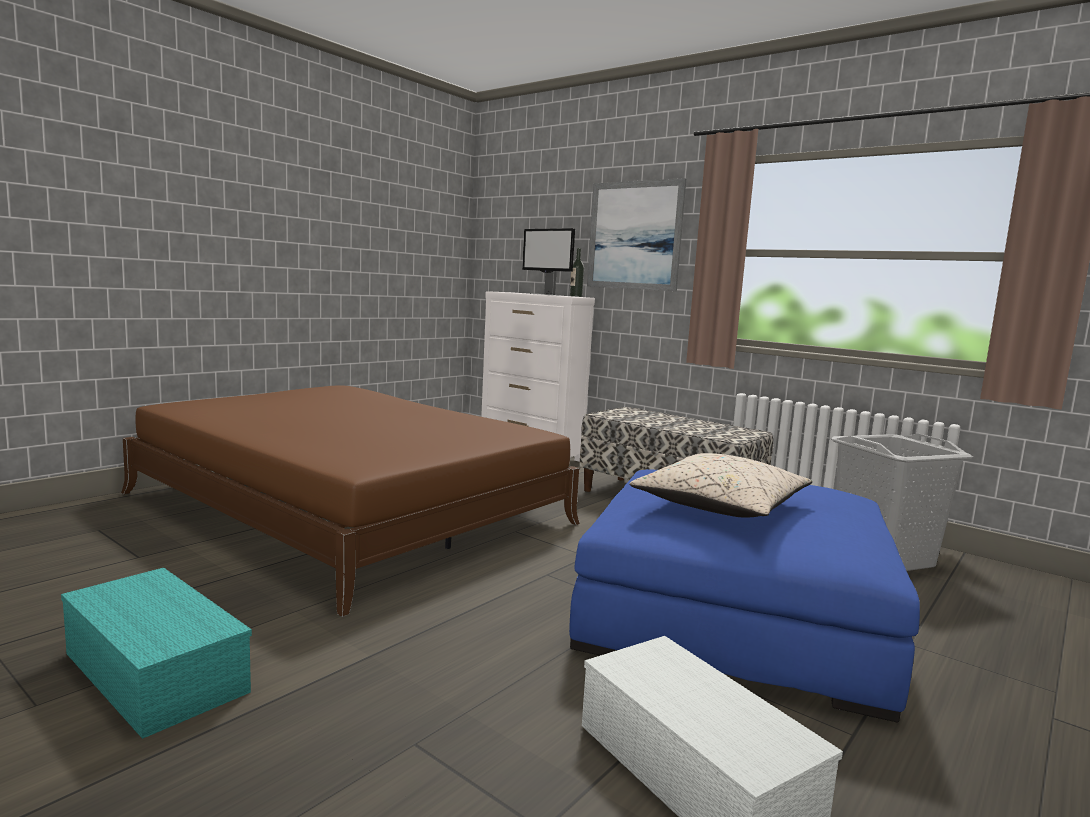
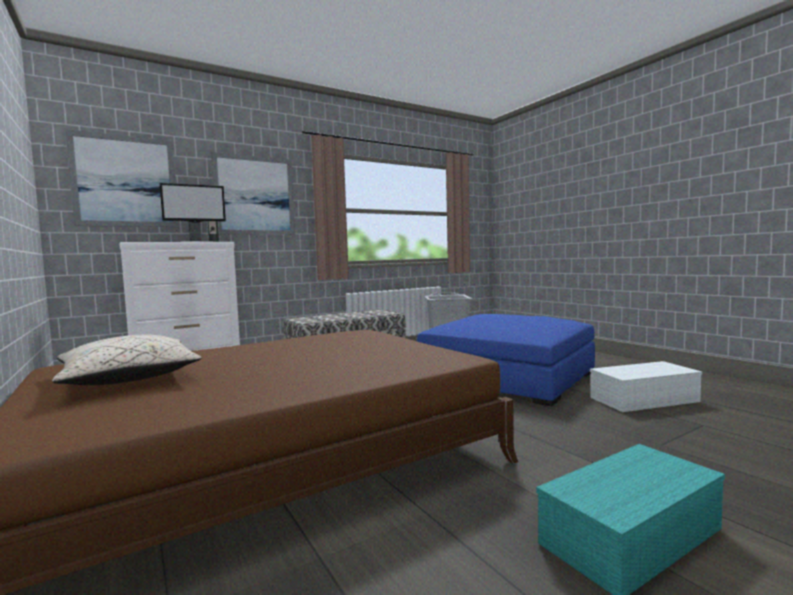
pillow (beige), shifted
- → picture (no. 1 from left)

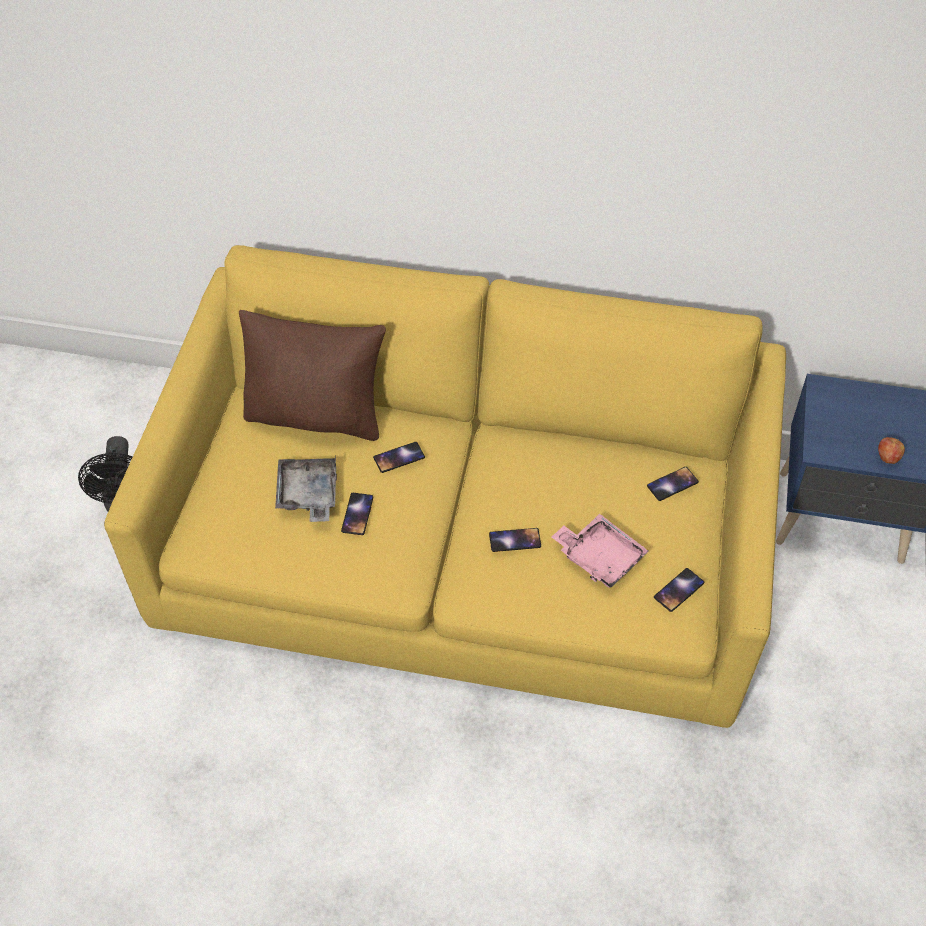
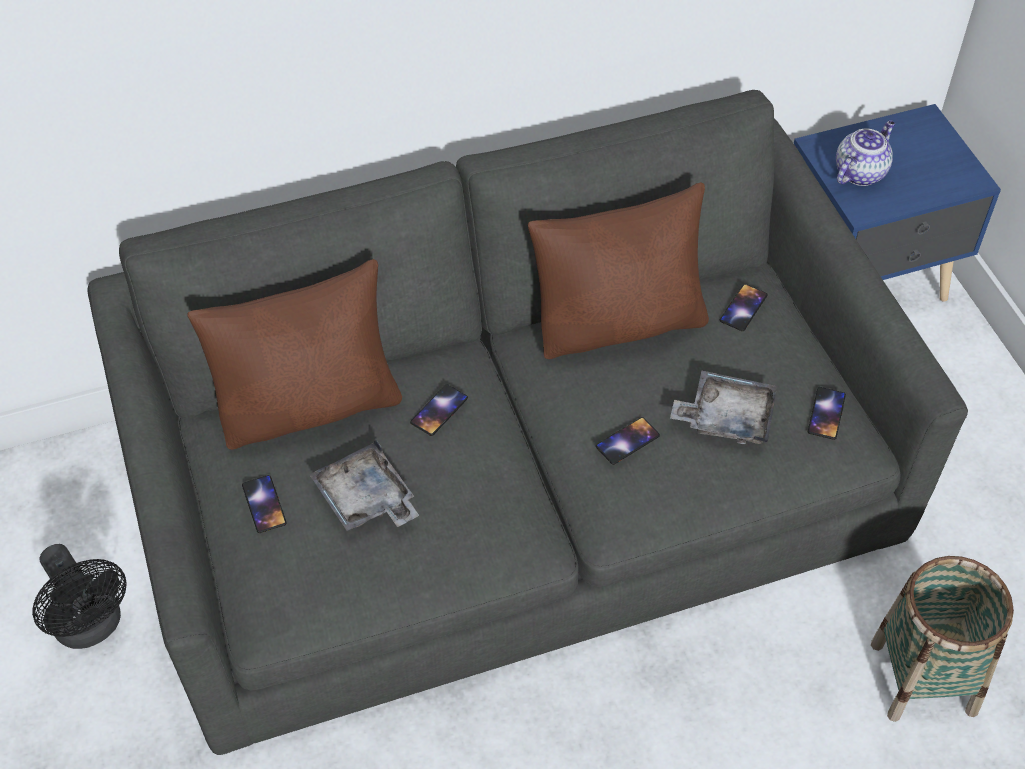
sofa (yellow) → sofa (grey)
phone (no. 1 from left), shifted
tray (pink) → tray (grey) (no. 2 from left)
apple → -
- → pillow (brown) (no. 2 from left)
- → teapot
- → basket

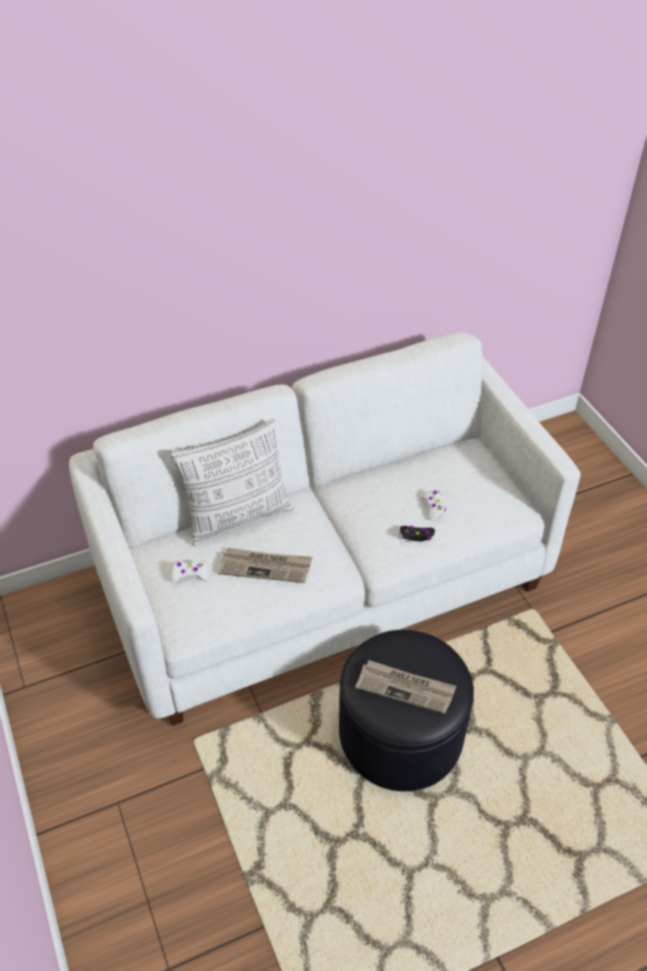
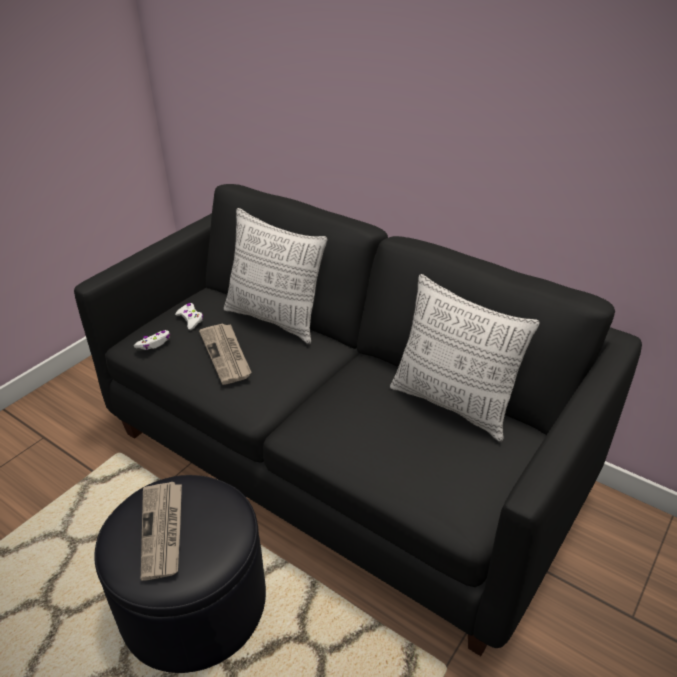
sofa (white) → sofa (black)
game controller (black) → -
game controller (white) (no. 2 from left in the first image) → game controller (white) (no. 1 from left), shifted
- → pillow (no. 2 from left)

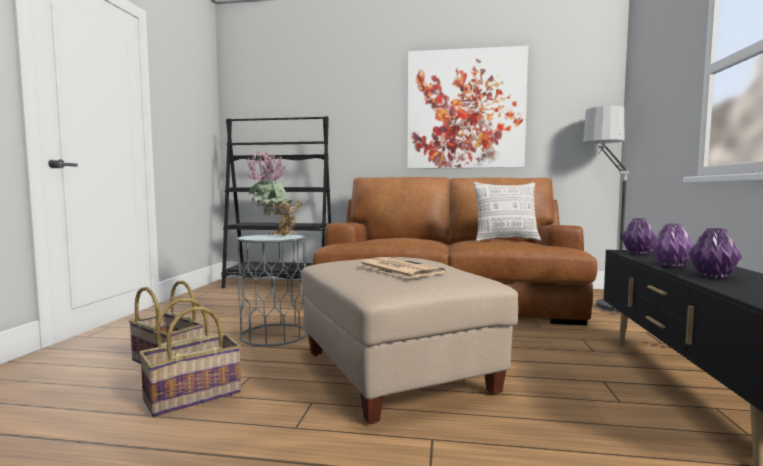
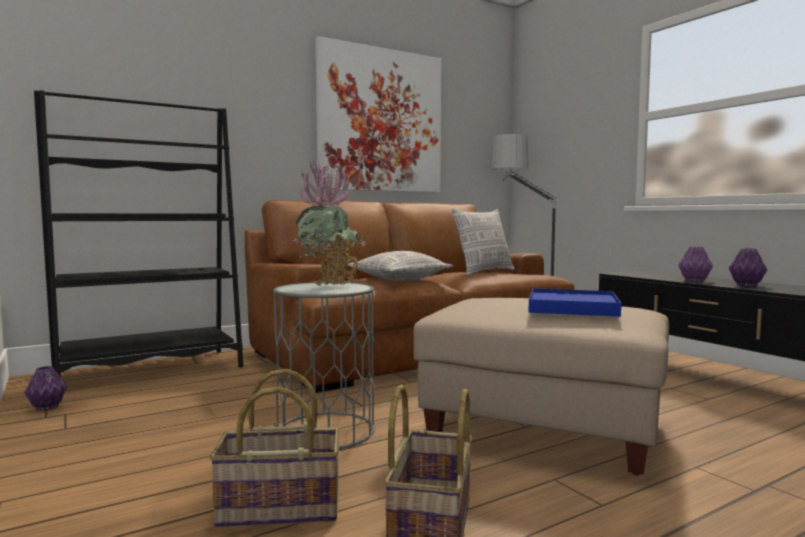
newspaper → tray (blue)
vase (purple) (no. 1 from left), shifted
- → pillow (no. 1 from left)

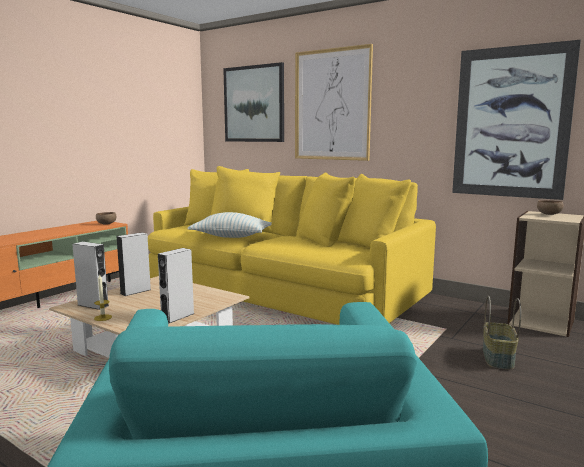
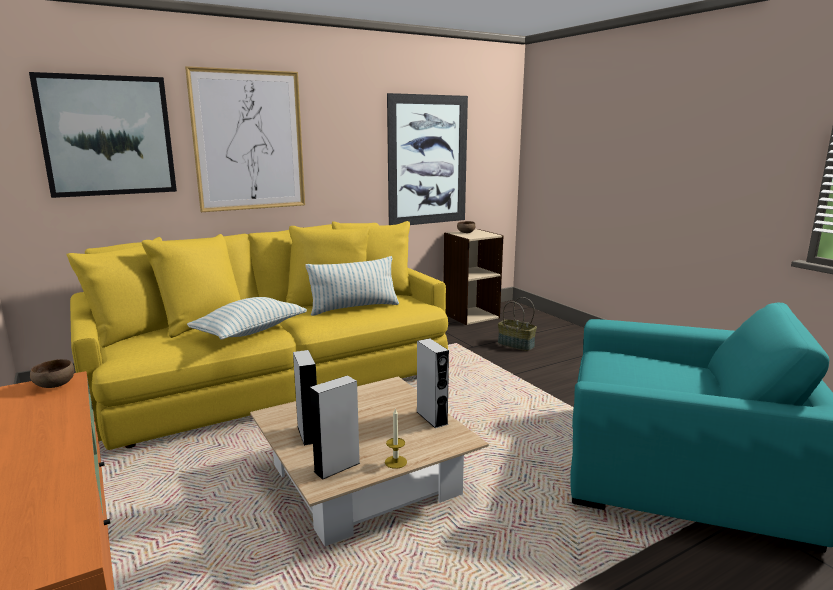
- → pillow (no. 2 from left)

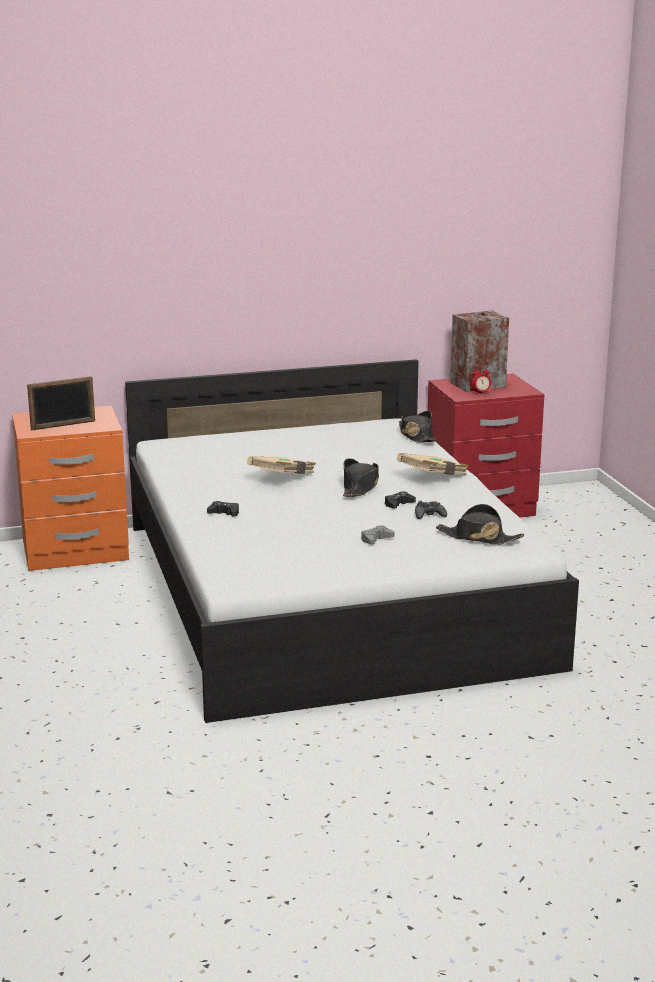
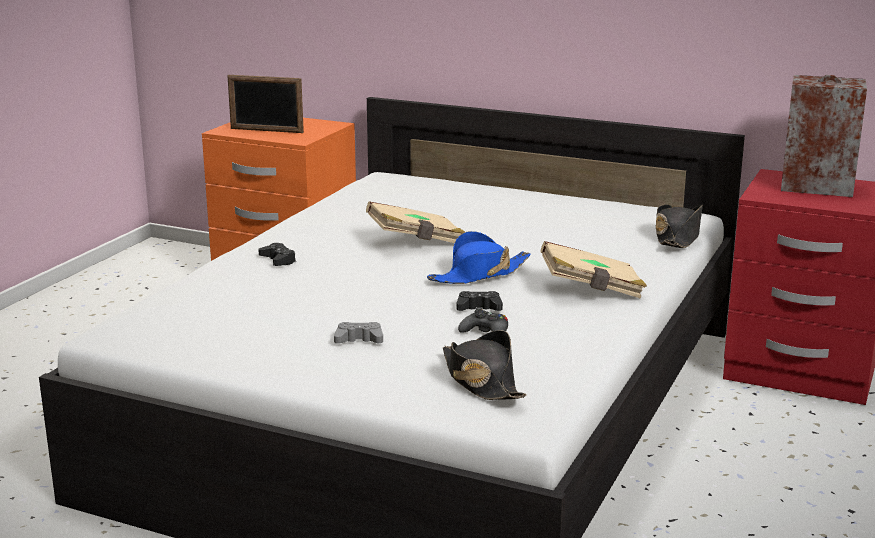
hat (black) (no. 1 from left) → hat (blue)
alarm clock → -

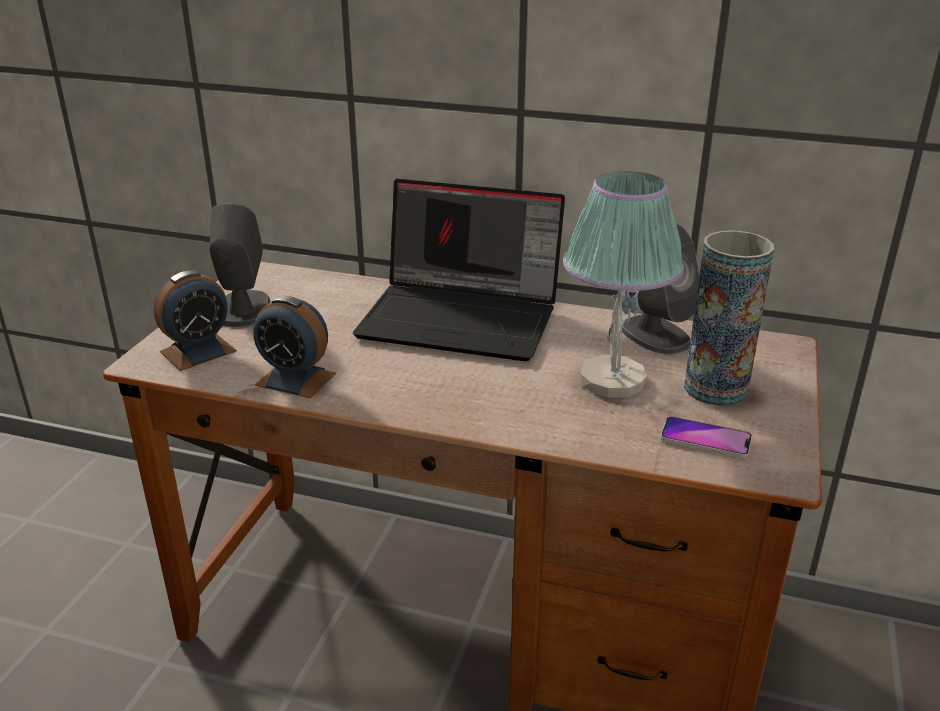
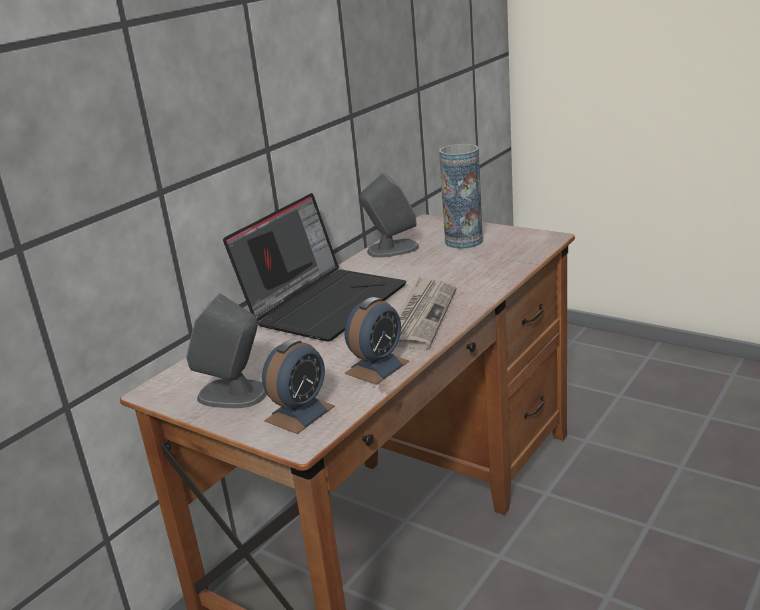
alarm clock (no. 1 from left), 60 degrees clockwise
table lamp → -
phone → -
- → newspaper

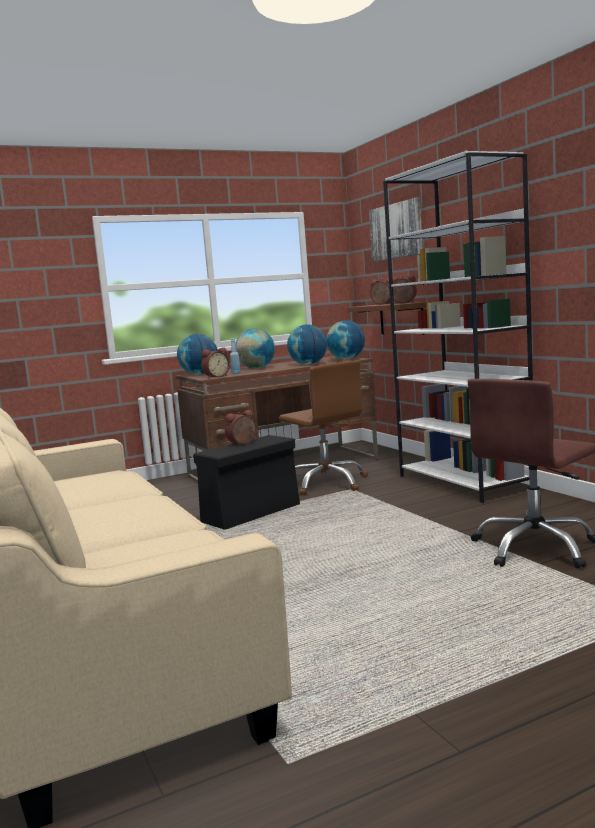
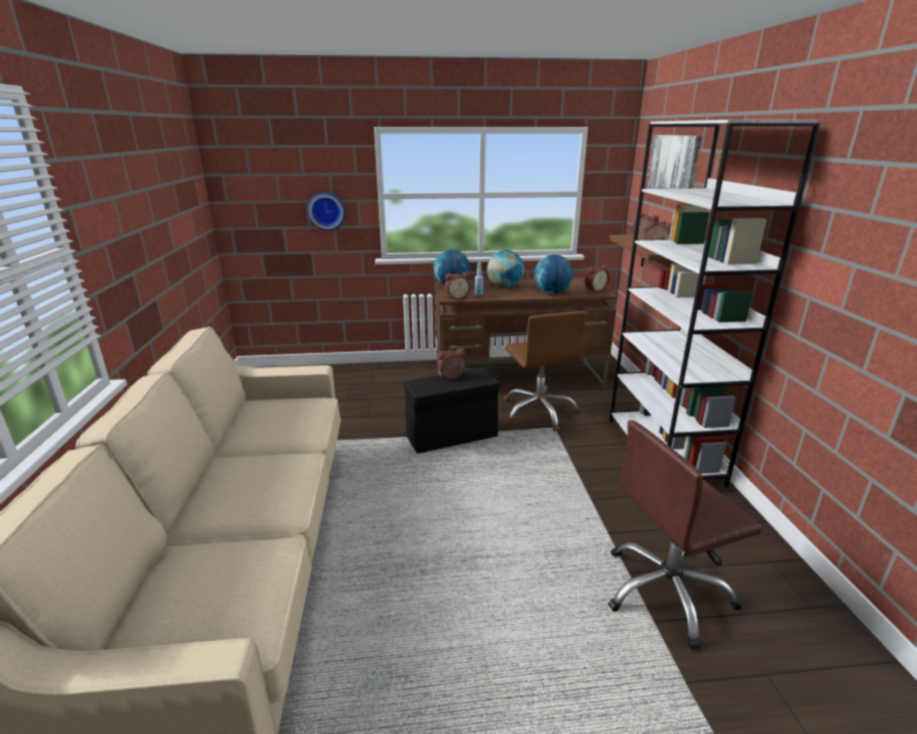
globe (no. 4 from left) → alarm clock (no. 3 from left)
- → wall clock

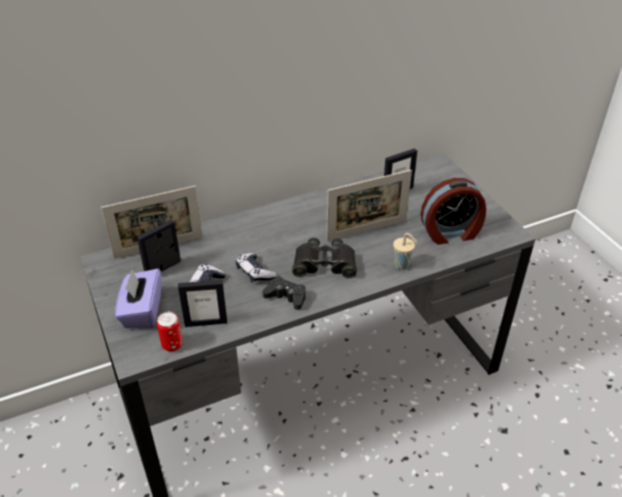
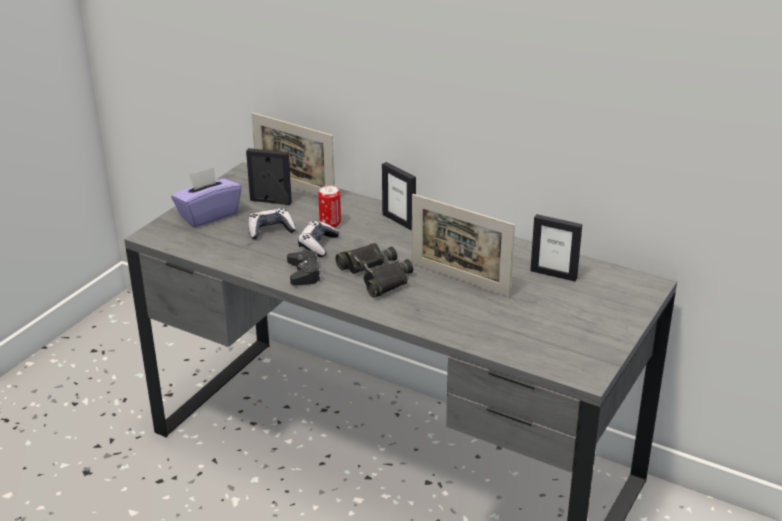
can, shifted
picture frame (no. 3 from left), shifted
cup (beige) → -
alarm clock → -

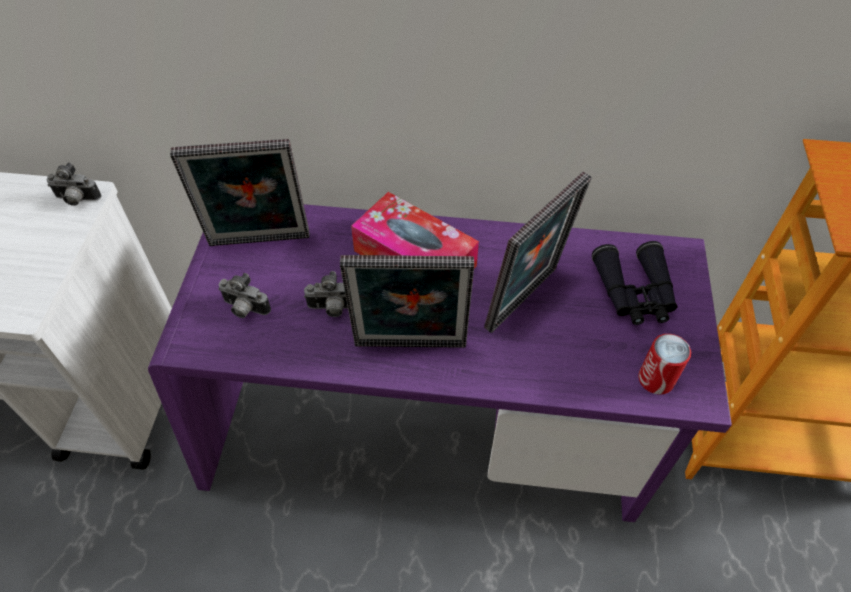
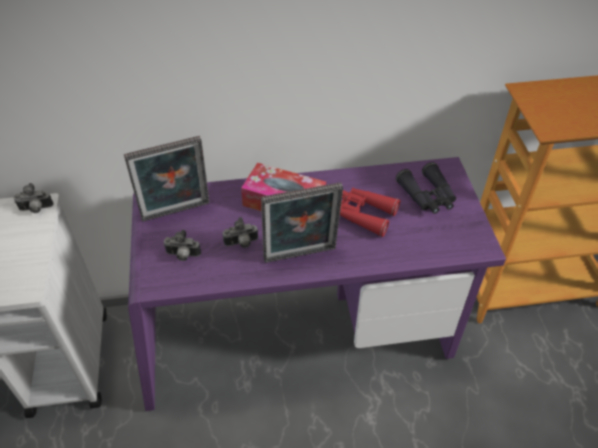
picture frame (no. 3 from left) → binoculars (red)
can → -

